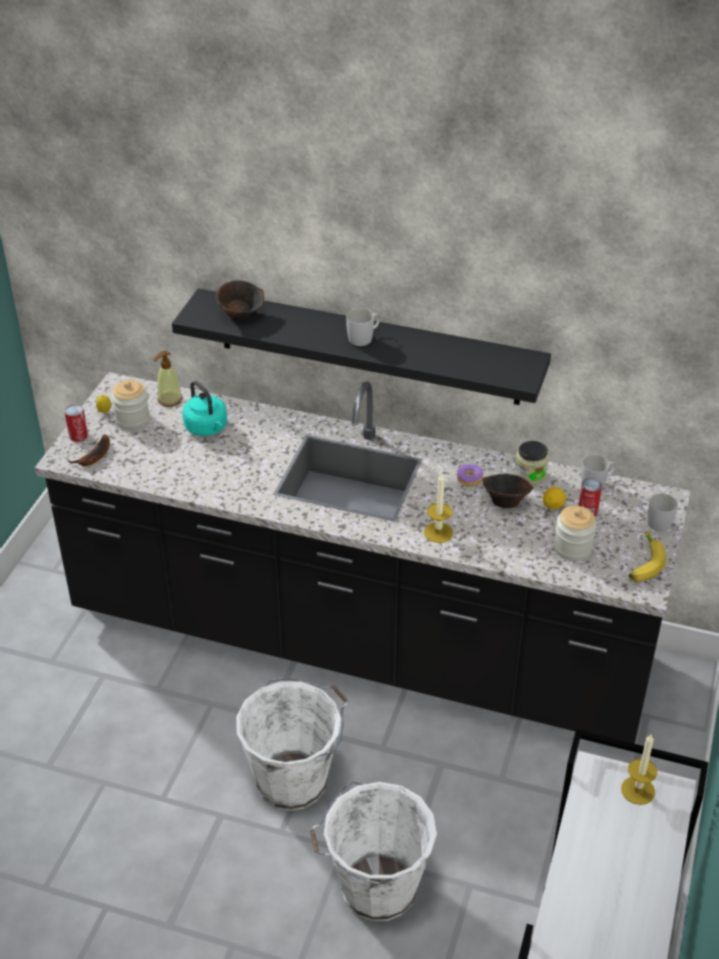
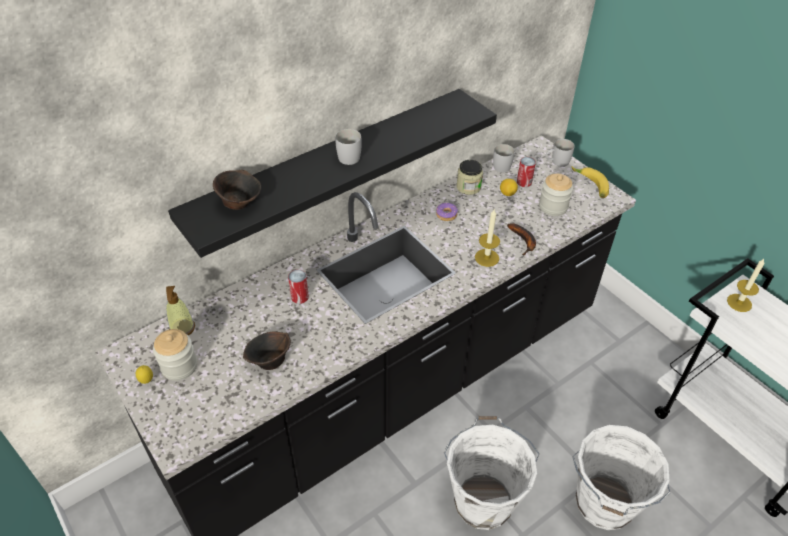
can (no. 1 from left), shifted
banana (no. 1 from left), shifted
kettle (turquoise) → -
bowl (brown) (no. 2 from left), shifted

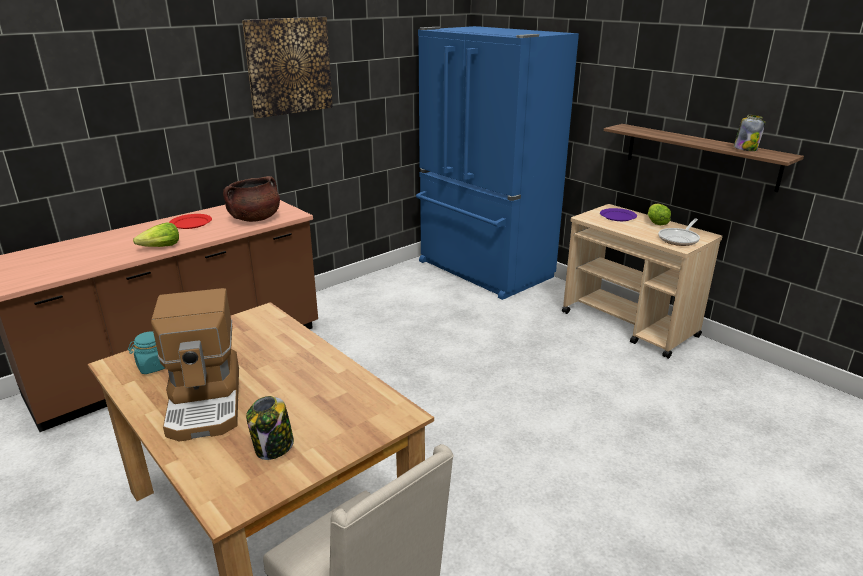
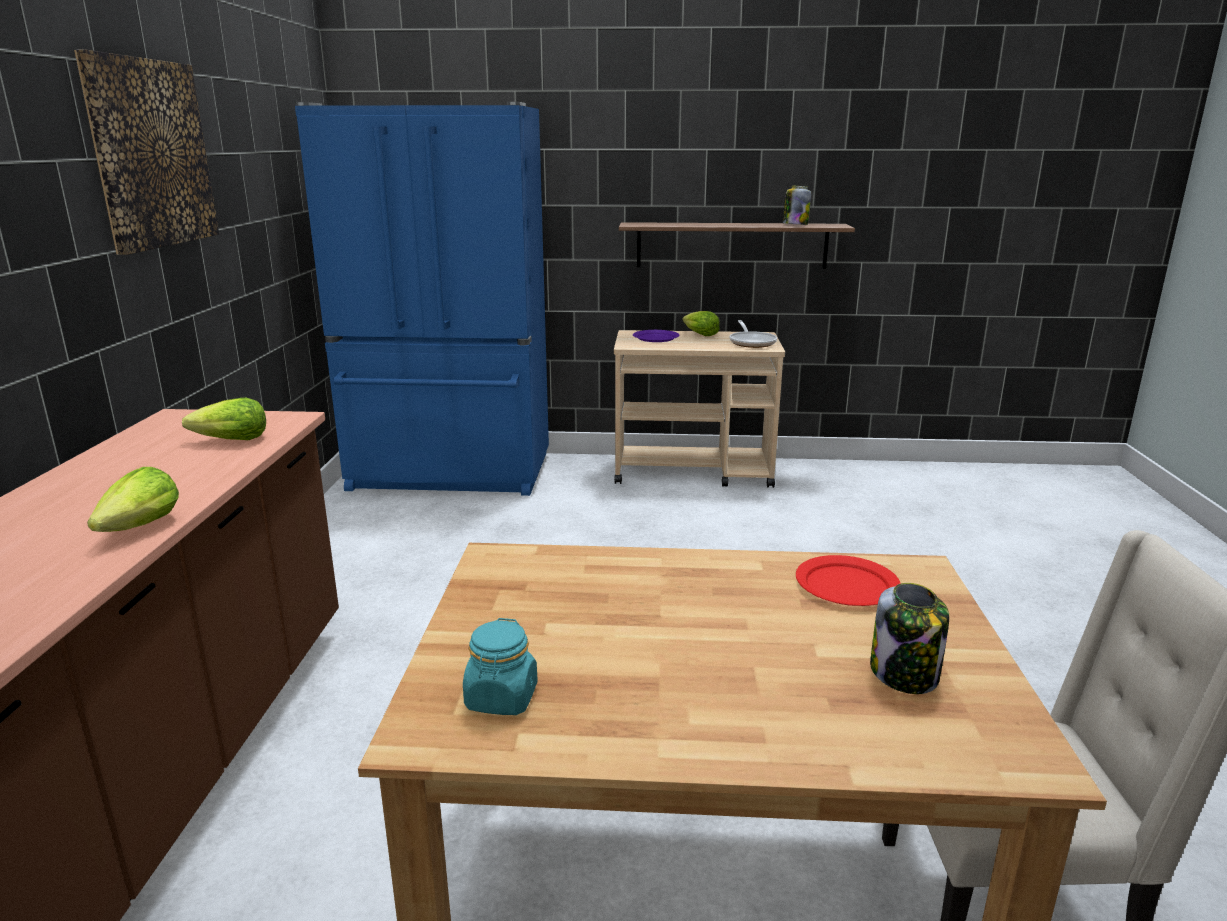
coffee machine → -
plate (red), shifted
cooking pot (brown) → lettuce (no. 2 from left)

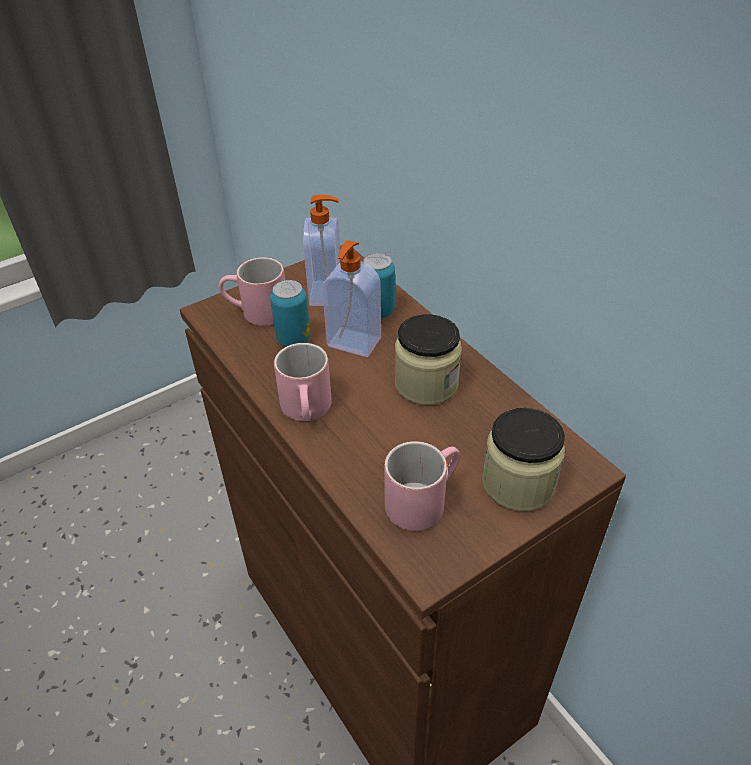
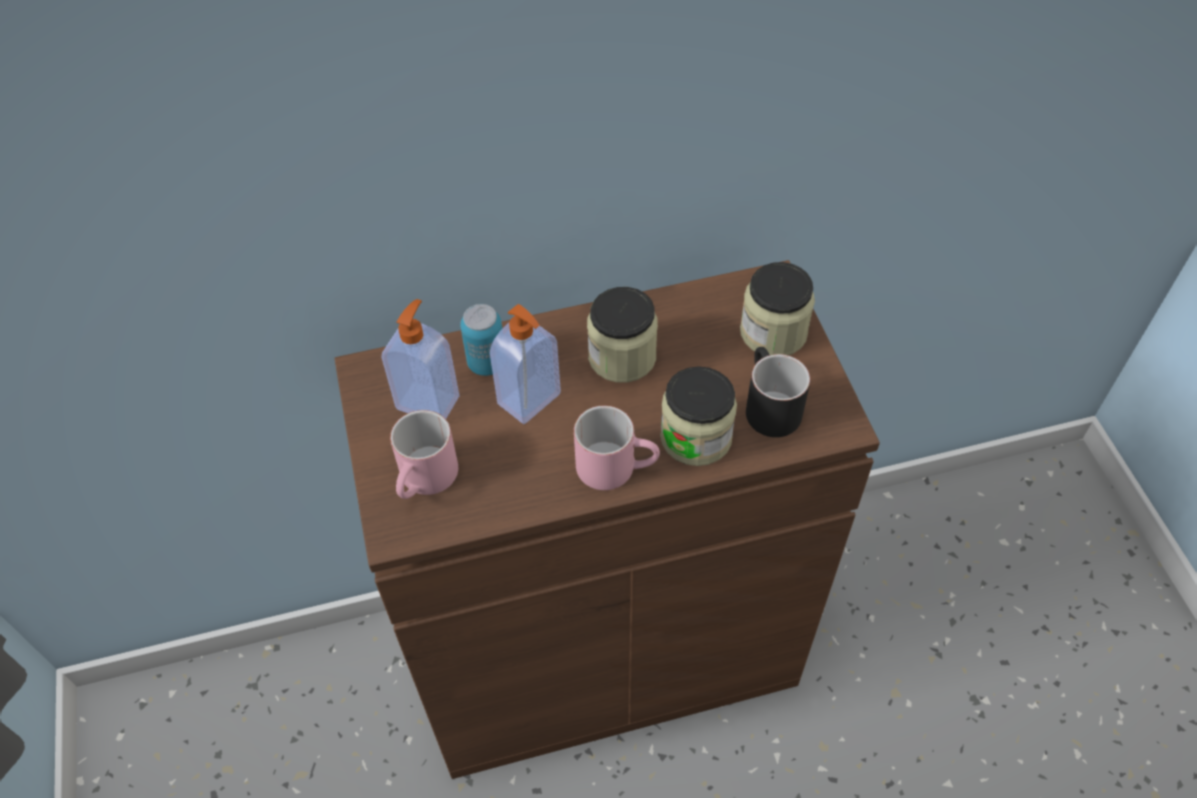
can (no. 1 from left) → -
mug (pink) (no. 3 from left) → mug (black)
- → jar (no. 2 from left)

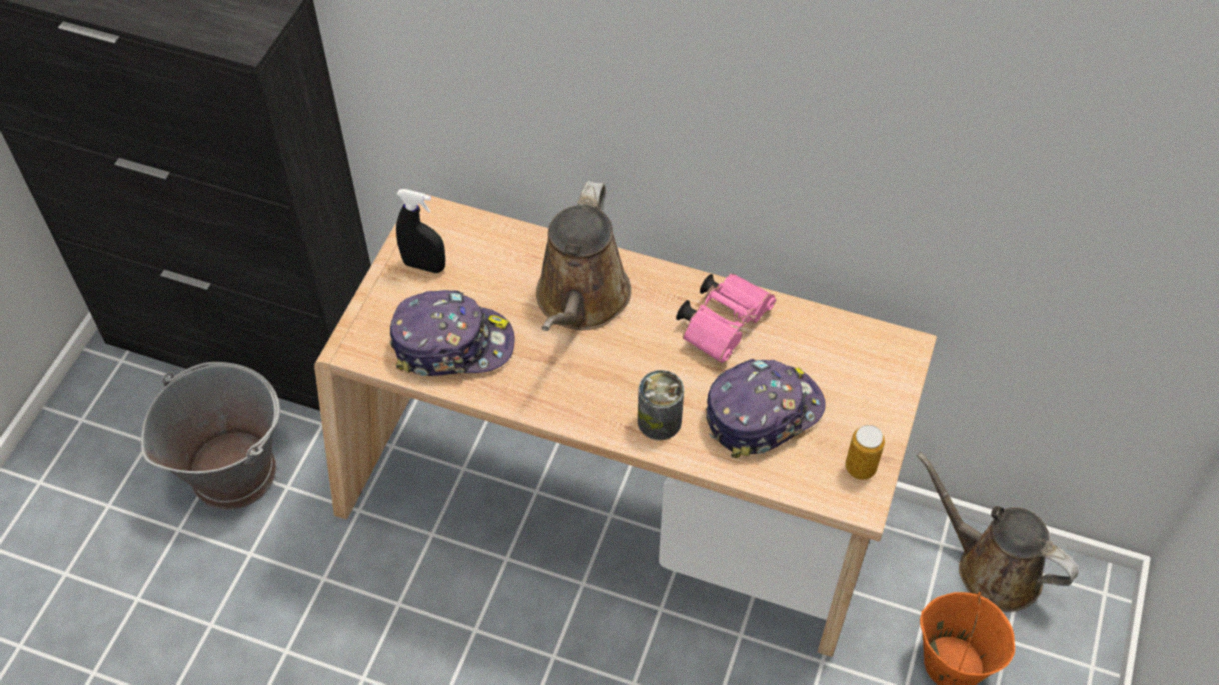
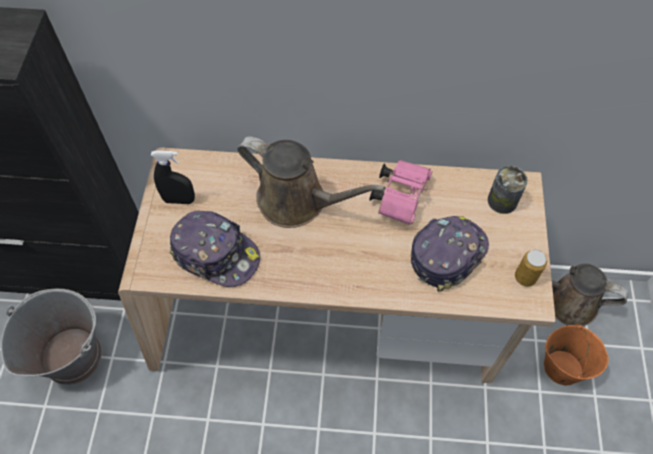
cap (no. 1 from left), 45 degrees clockwise
watering can (brown) (no. 1 from left), 60 degrees counterclockwise
can (no. 1 from left), shifted

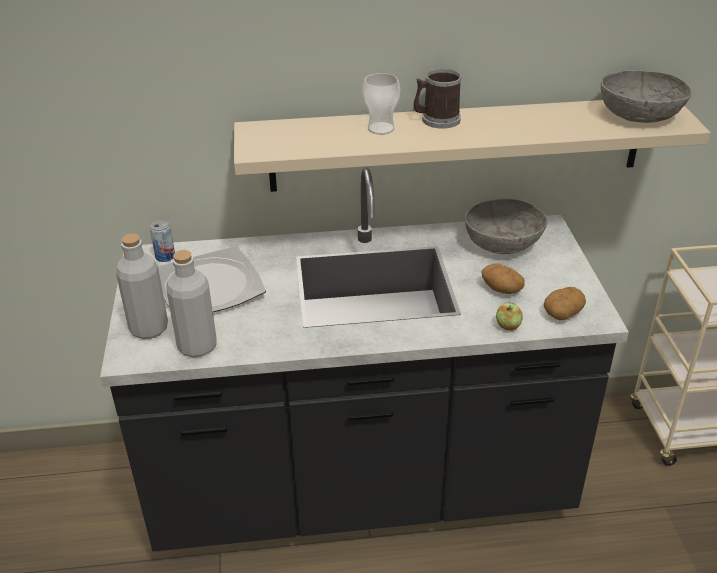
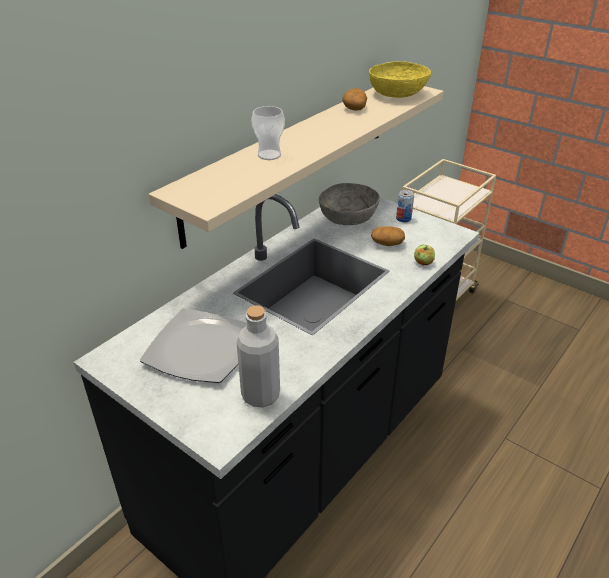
bottle (grey) (no. 1 from left) → -
can, shifted
mug → -
potato (no. 2 from left in the first image) → potato (no. 1 from left), shifted
bowl (grey) (no. 2 from left) → bowl (yellow)

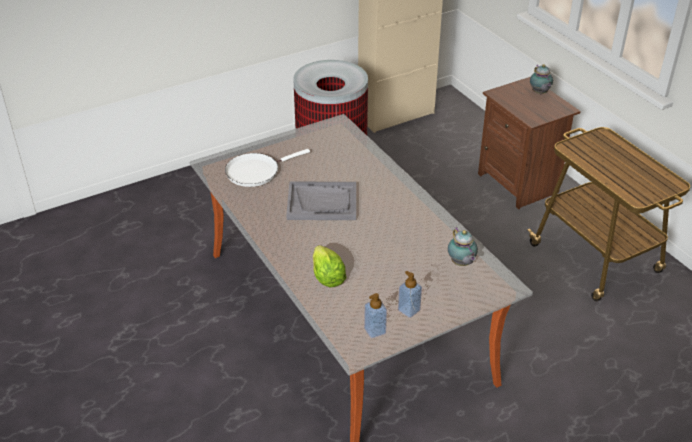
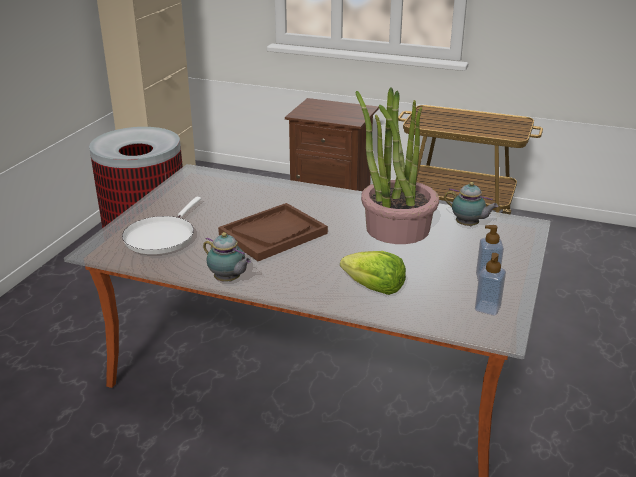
tray (grey) → tray (brown)
teapot (no. 2 from left in the first image) → teapot (no. 1 from left), shifted
- → potted plant

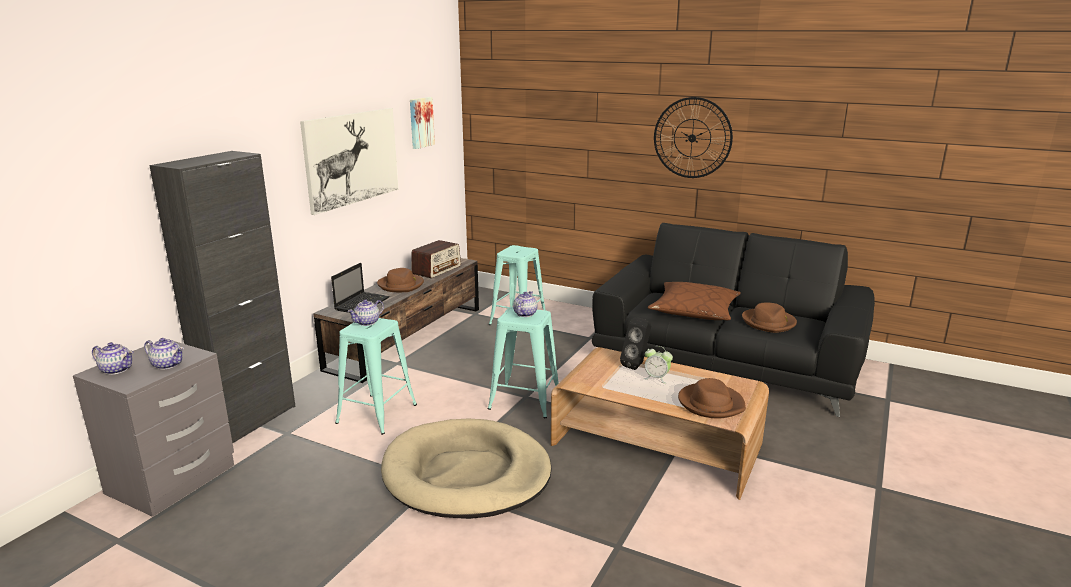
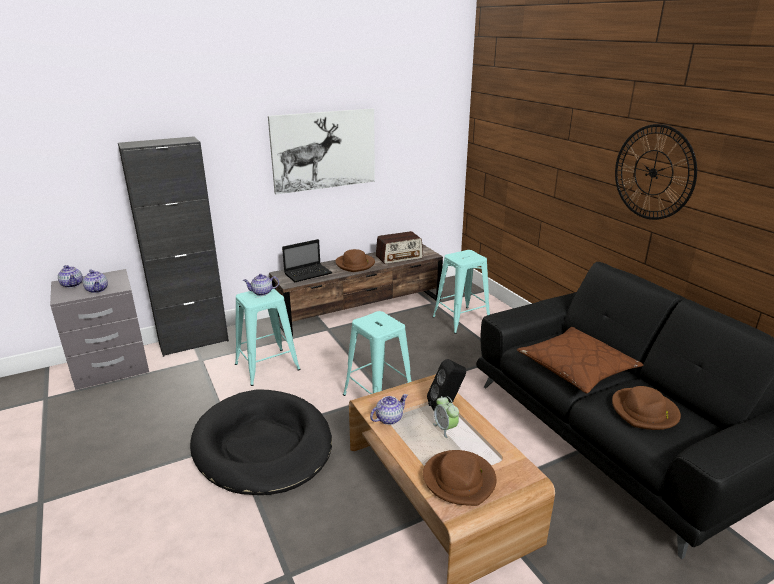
dog bed (beige) → dog bed (black)
picture (no. 2 from left) → -
teapot (no. 4 from left), shifted

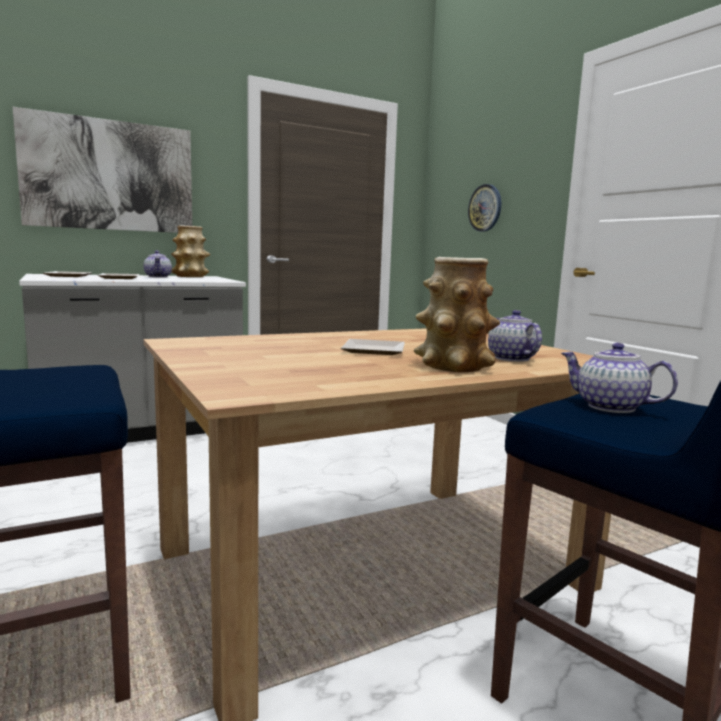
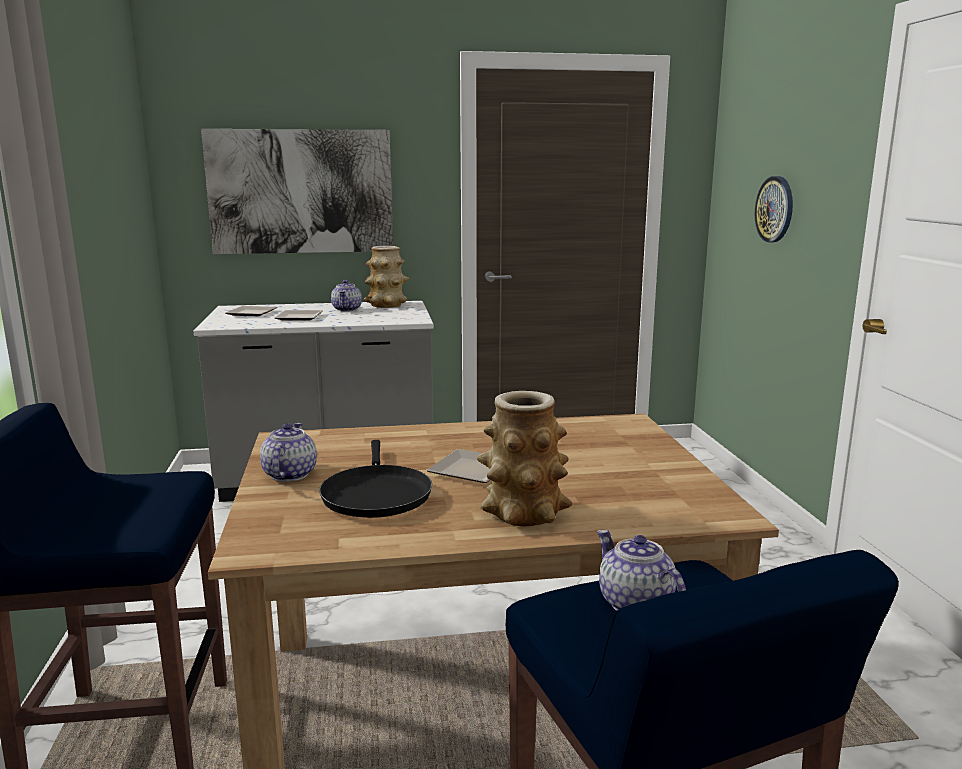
teapot (no. 2 from left in the first image) → teapot (no. 1 from left), shifted
- → frying pan (black)

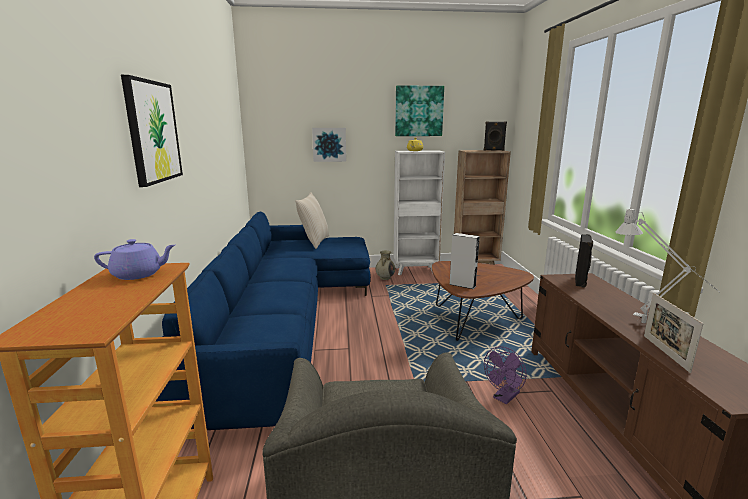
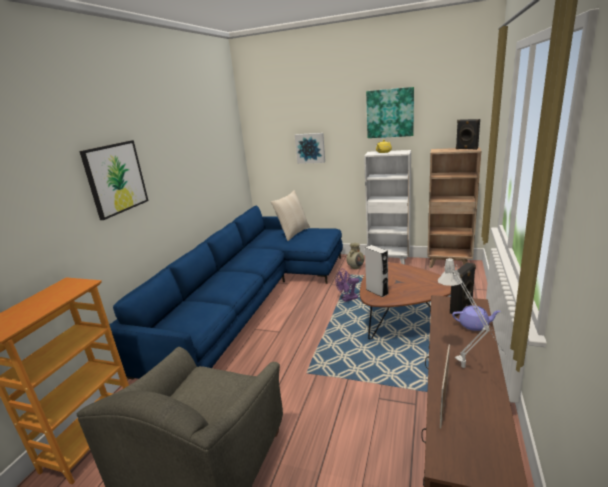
teapot (purple), shifted
fan (purple), shifted

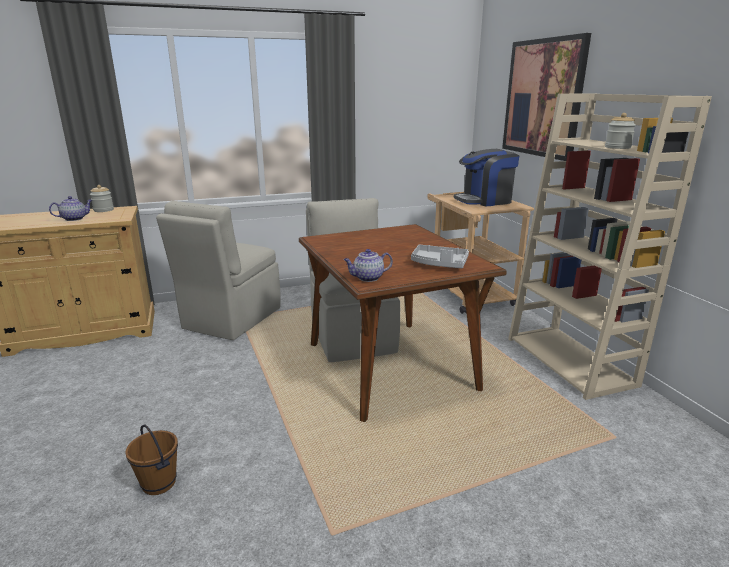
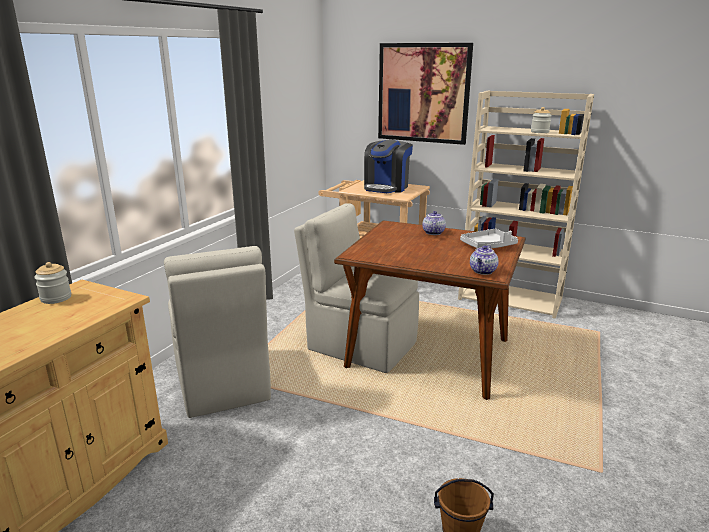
teapot (no. 1 from left), shifted

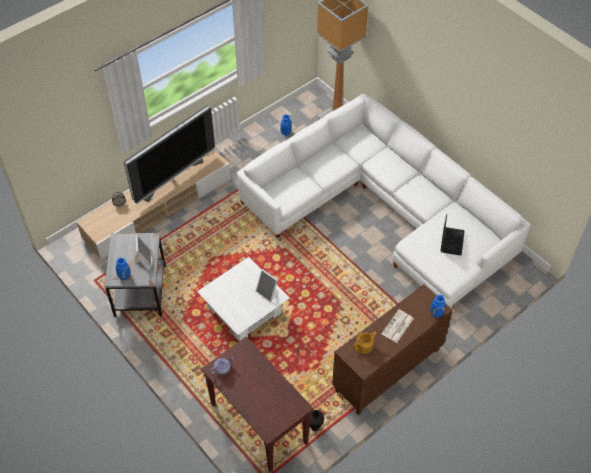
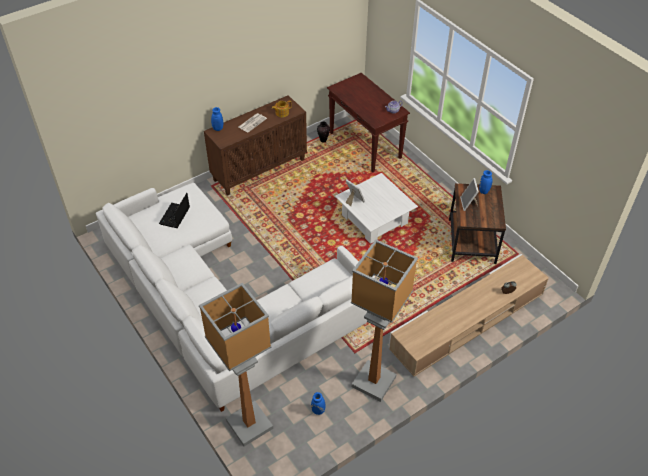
side table (grey) → side table (brown)
television → -
- → floor lamp (no. 2 from left)

